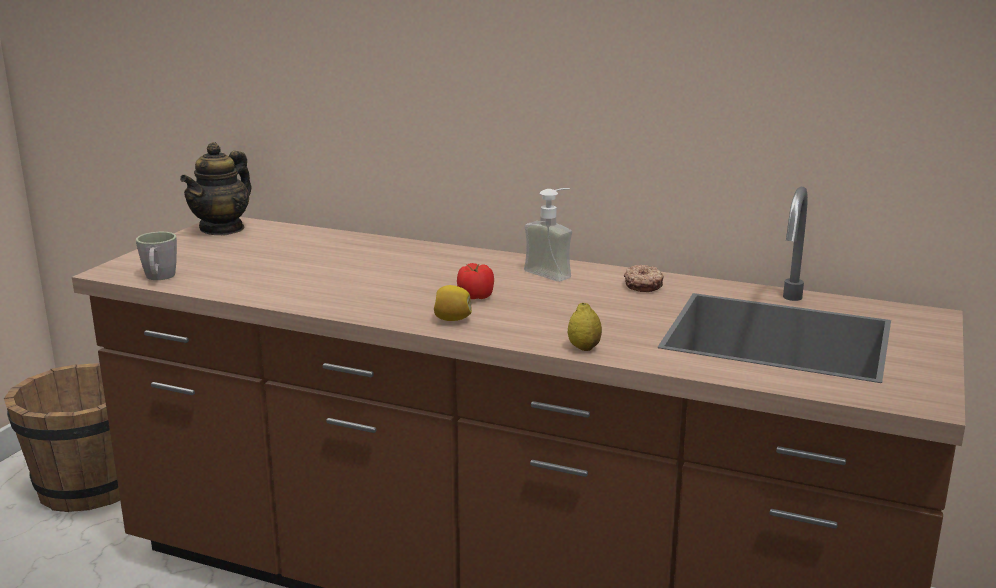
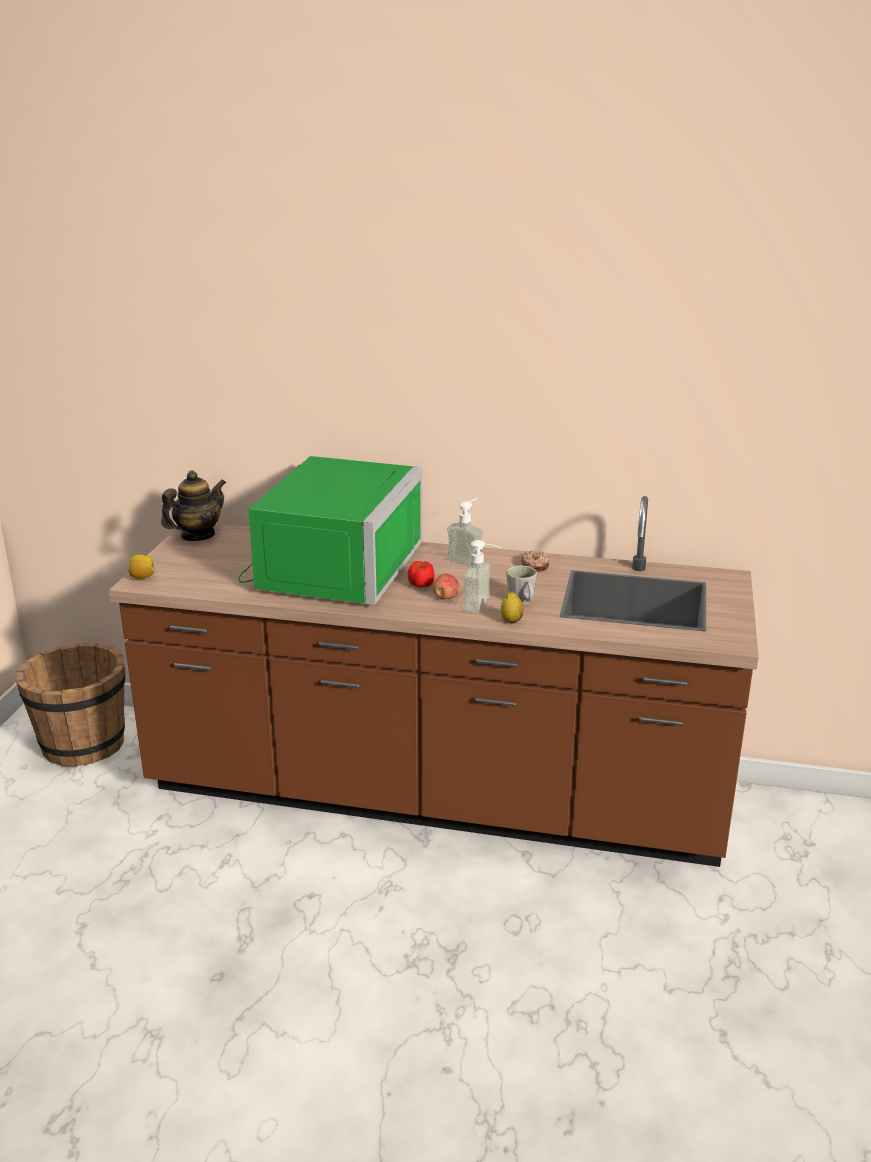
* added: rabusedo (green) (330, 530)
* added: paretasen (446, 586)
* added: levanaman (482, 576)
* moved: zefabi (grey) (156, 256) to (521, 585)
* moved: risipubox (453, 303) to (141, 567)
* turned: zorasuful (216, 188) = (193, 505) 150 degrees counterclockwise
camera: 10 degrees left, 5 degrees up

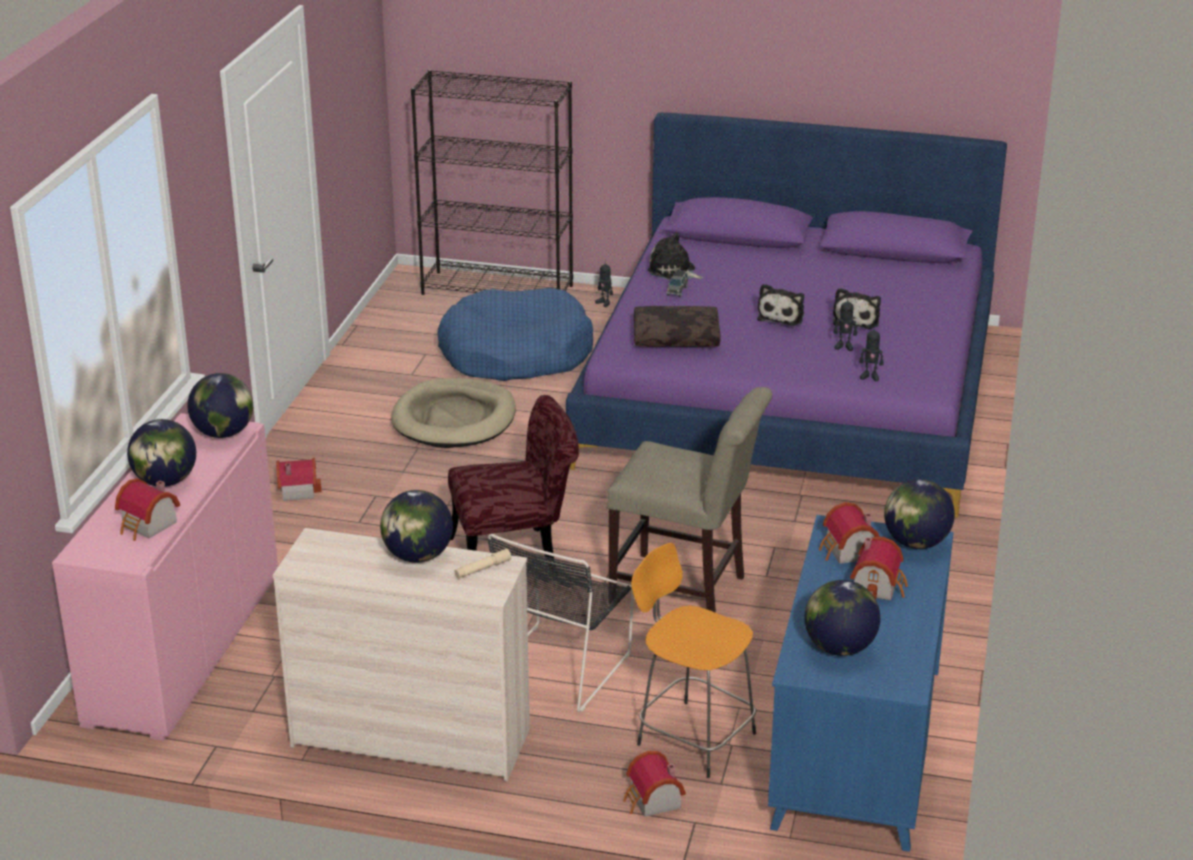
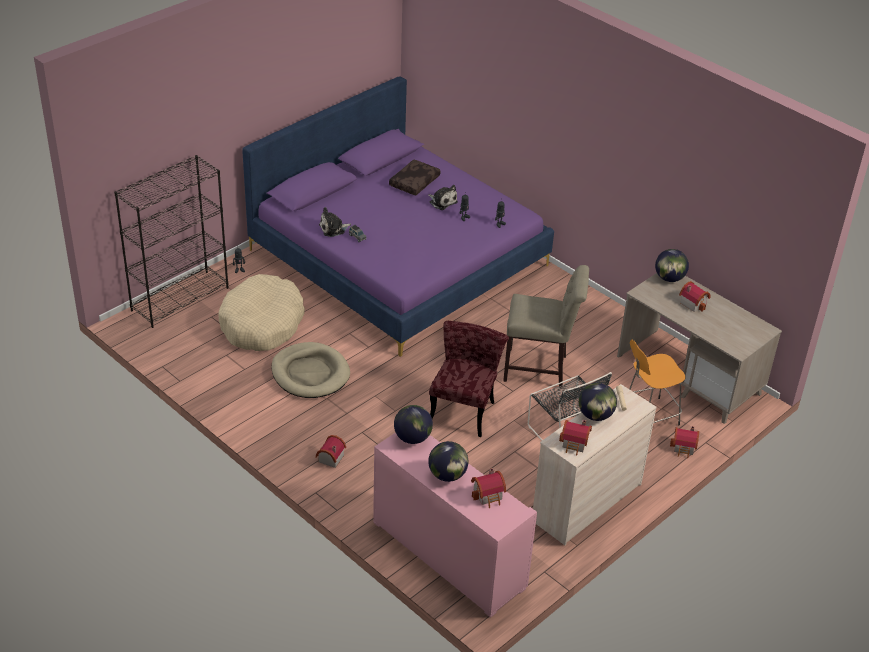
* removed: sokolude (780, 305)
* removed: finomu (842, 618)
* moved: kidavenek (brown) (677, 326) to (414, 178)
* moved: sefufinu (849, 533) to (575, 438)
* recoloured: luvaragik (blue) (515, 334) to luvaragik (beige) (261, 312)
* recoloured: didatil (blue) (861, 683) to didatil (beige) (699, 348)
* turned: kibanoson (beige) (690, 500) = (546, 326) 45 degrees clockwise
camera: 60 degrees left, 10 degrees up

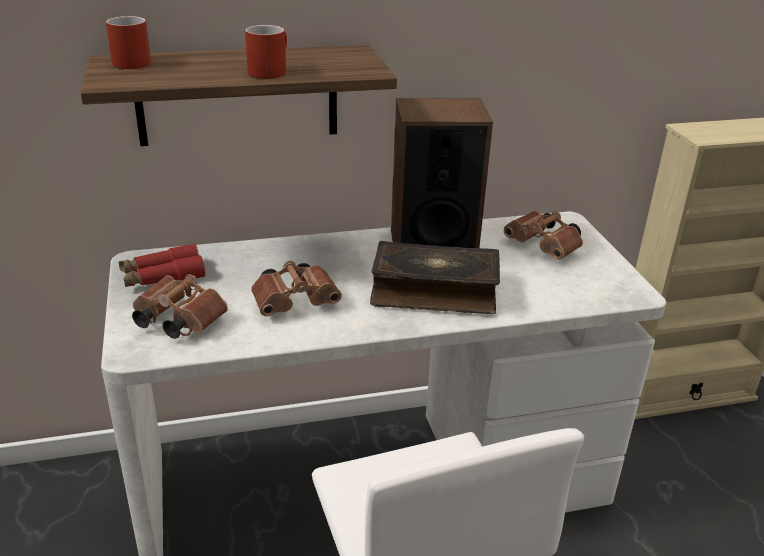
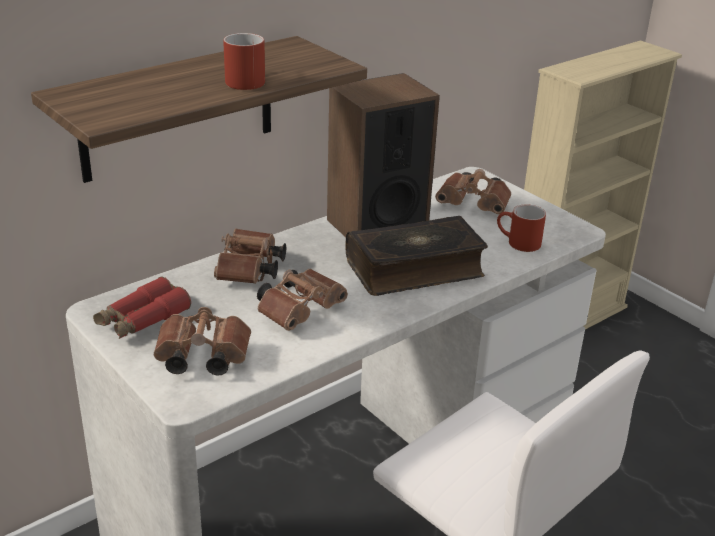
* added: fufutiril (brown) (250, 256)
* moved: zefabi (red) (128, 42) to (521, 228)
camera: 25 degrees left, 0 degrees up

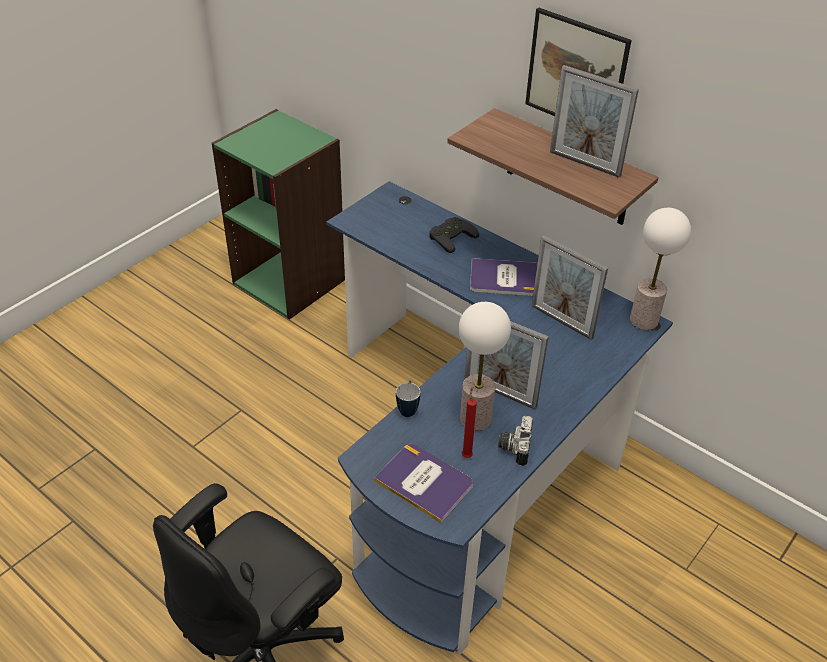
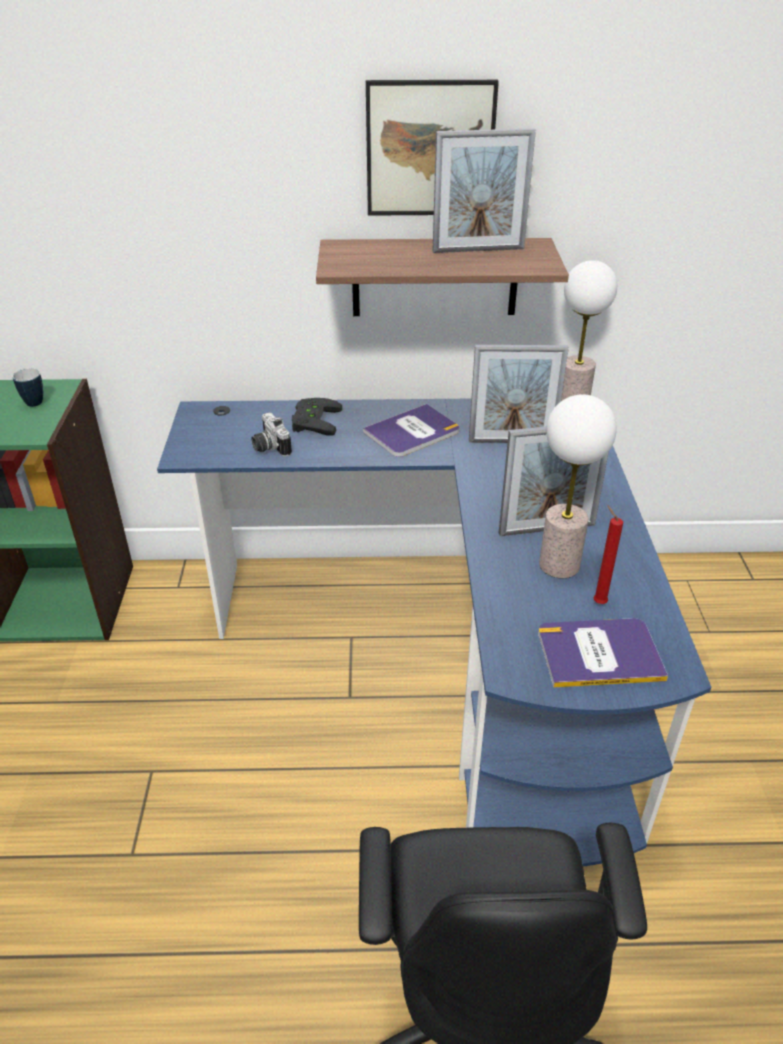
* moved: zefabi (408, 399) to (27, 387)
* moved: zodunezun (515, 441) to (271, 434)
camera: 40 degrees left, 5 degrees down

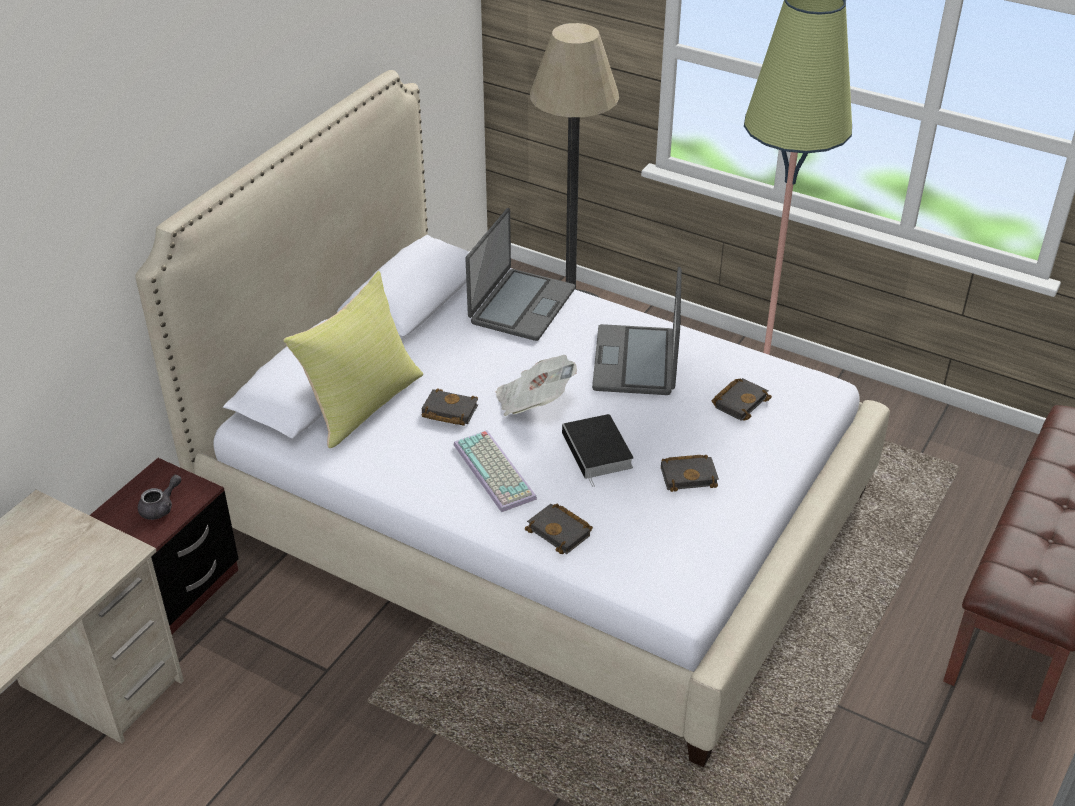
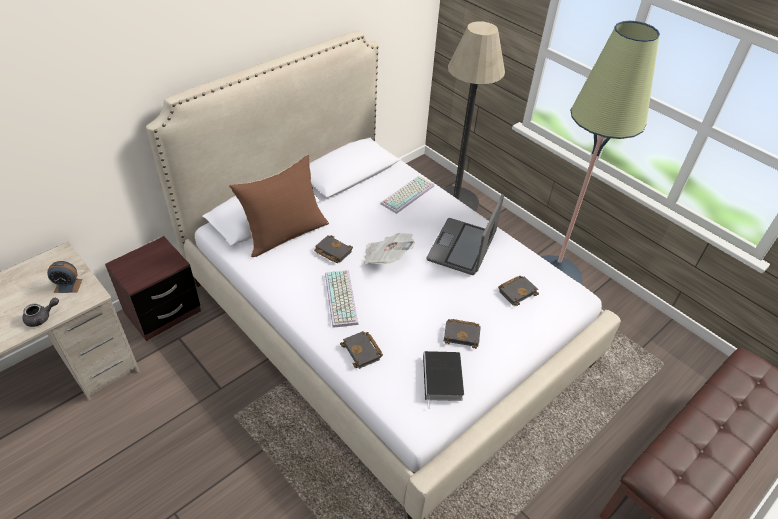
* added: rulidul (65, 277)
* moved: zorasuful (grey) (159, 497) to (40, 312)
* moved: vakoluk (597, 450) to (443, 380)
* replaced: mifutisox (520, 274) to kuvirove (407, 195)
* recoloured: kidavenek (yellow) (353, 359) to kidavenek (brown) (279, 206)
camera: 15 degrees right, 5 degrees up

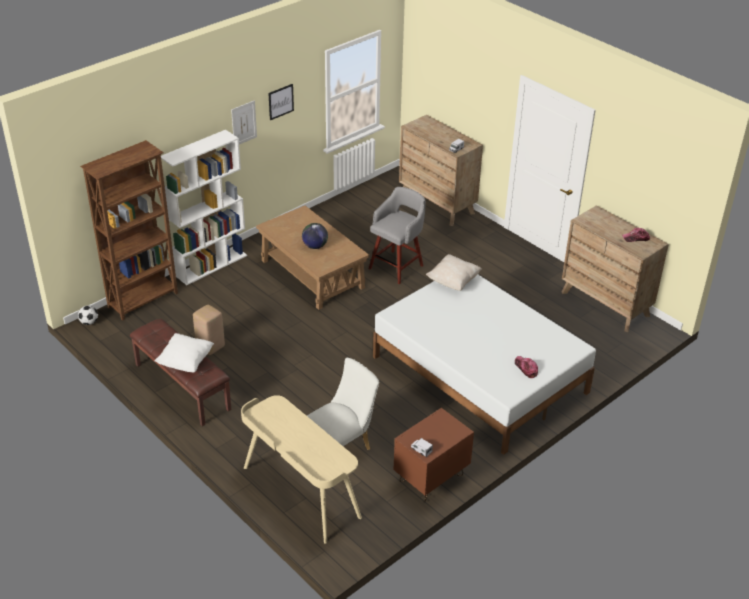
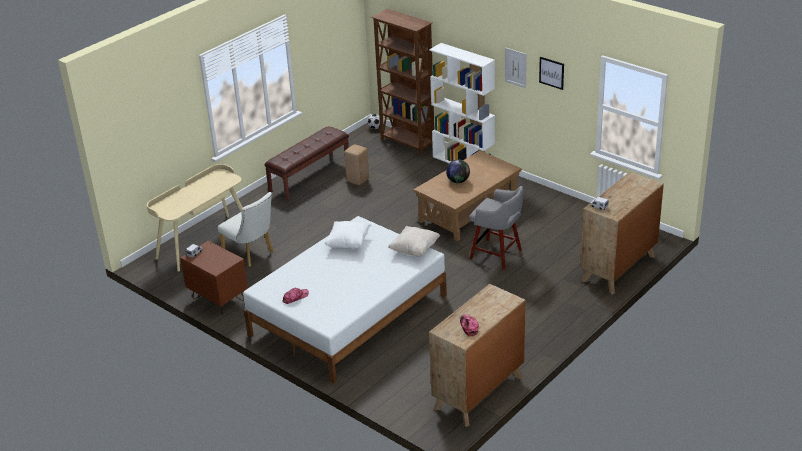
* moved: kidavenek (white) (184, 352) to (348, 235)
camera: 85 degrees right, 5 degrees down

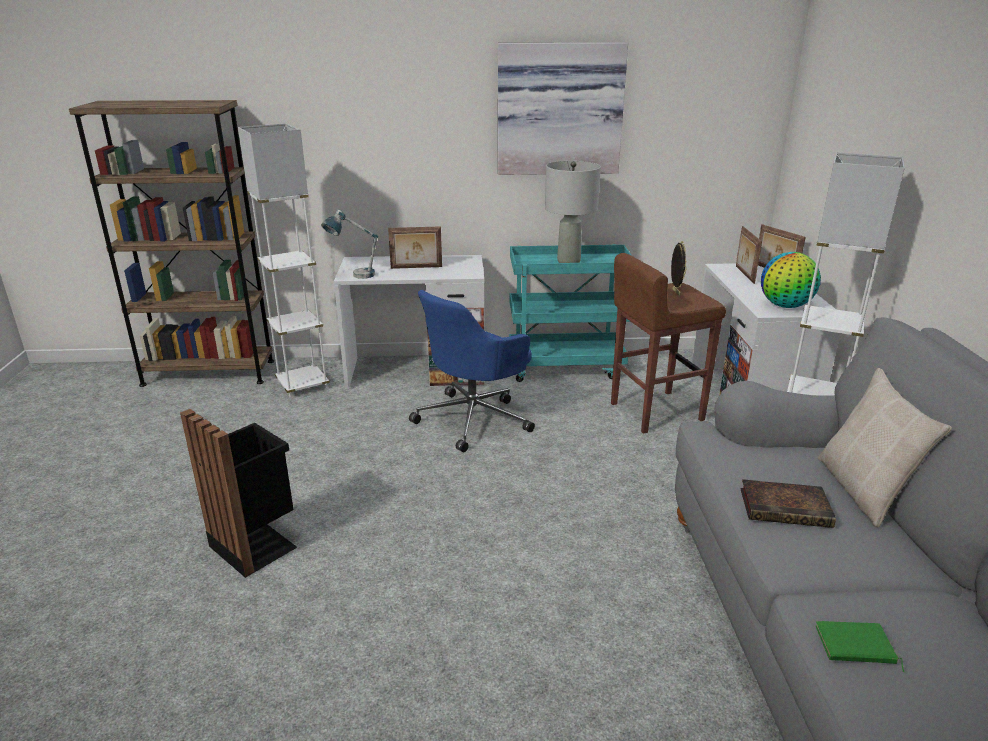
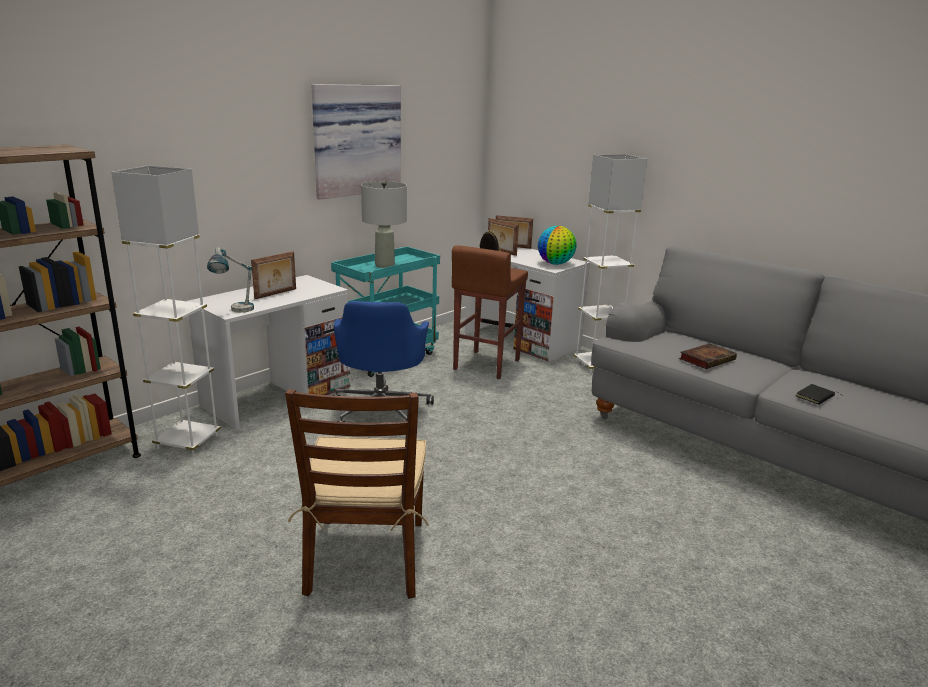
* removed: kidavenek (beige) (885, 448)
* replaced: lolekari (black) (238, 493) to kibanoson (brown) (357, 494)
* recoloured: vakoluk (green) (860, 646) to vakoluk (black) (818, 394)
camera: 45 degrees left, 5 degrees down

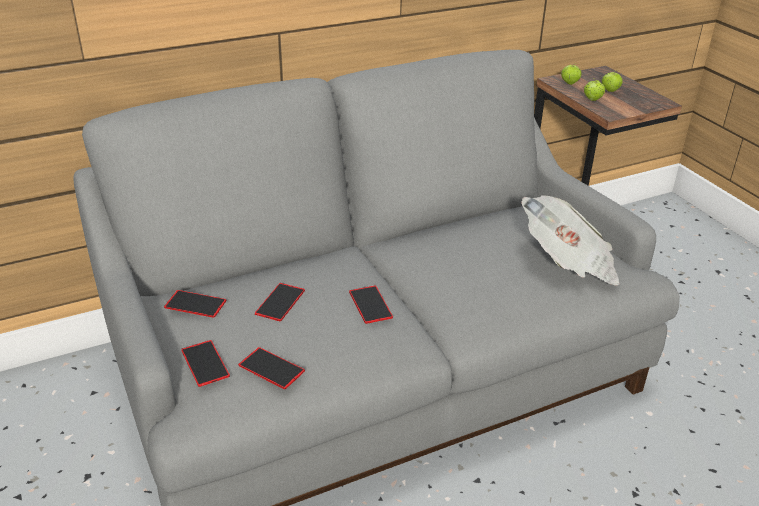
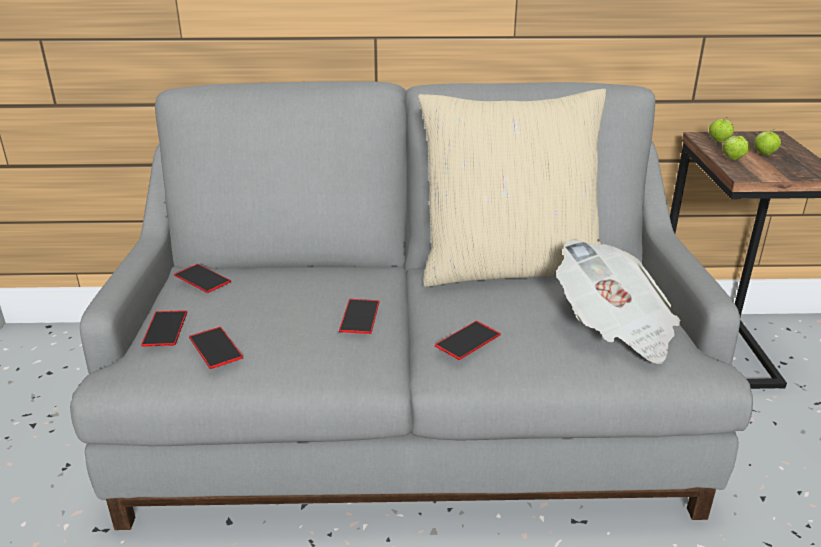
* added: kidavenek (beige) (512, 188)
* moved: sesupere (280, 302) to (468, 340)
camera: 25 degrees right, 5 degrees down

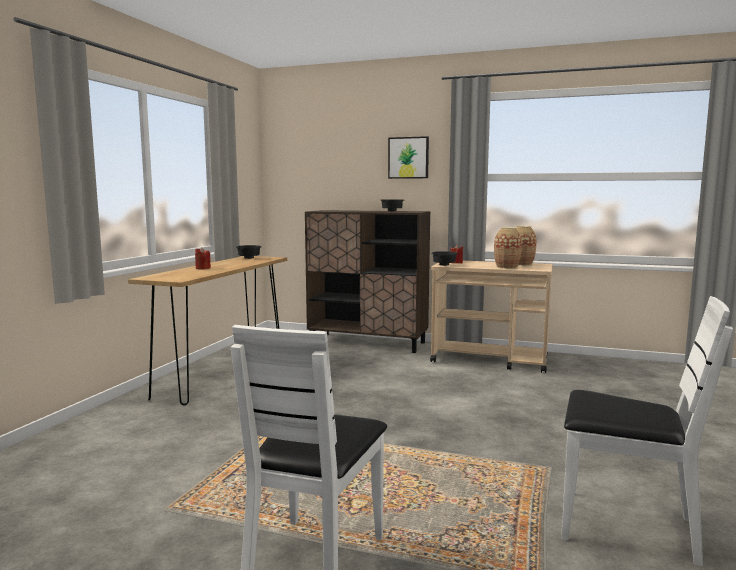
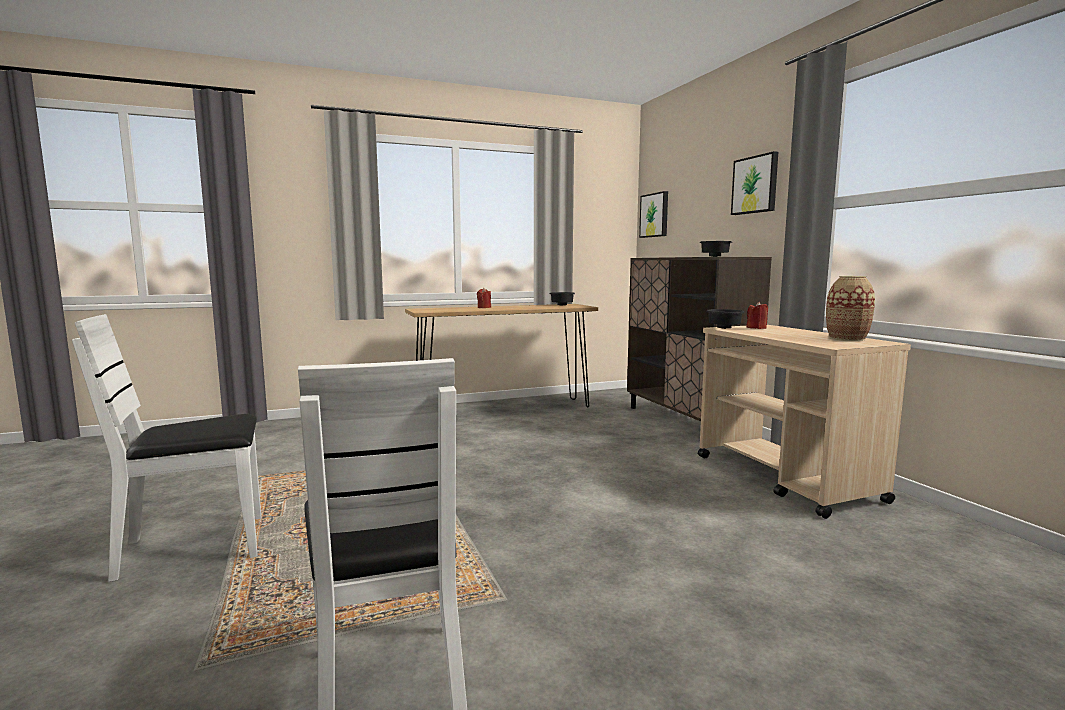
* removed: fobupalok (508, 248)
* added: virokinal (653, 214)
camera: 50 degrees right, 0 degrees up

